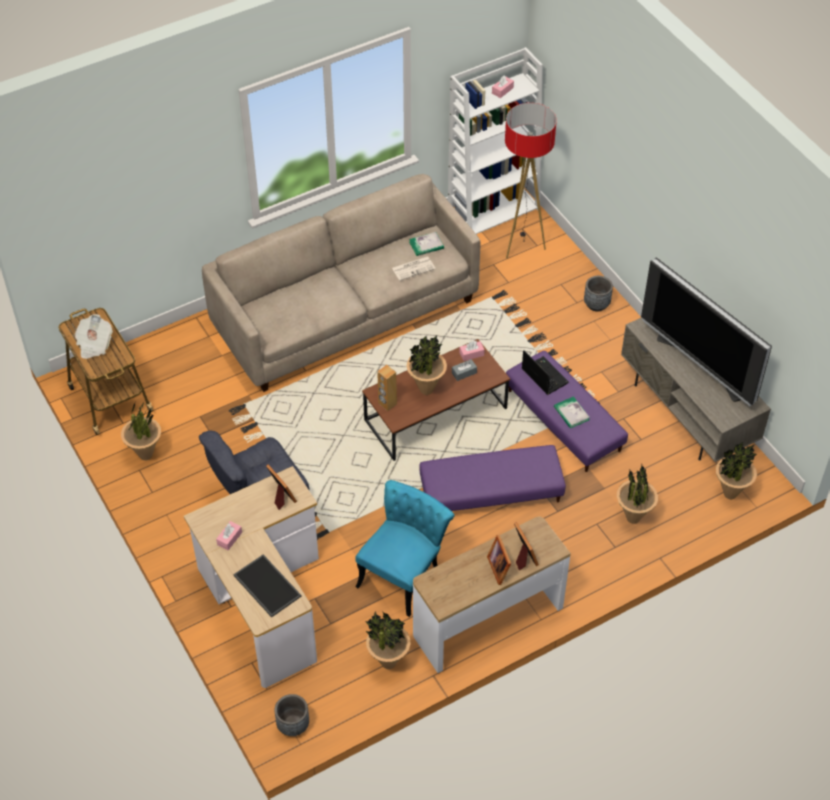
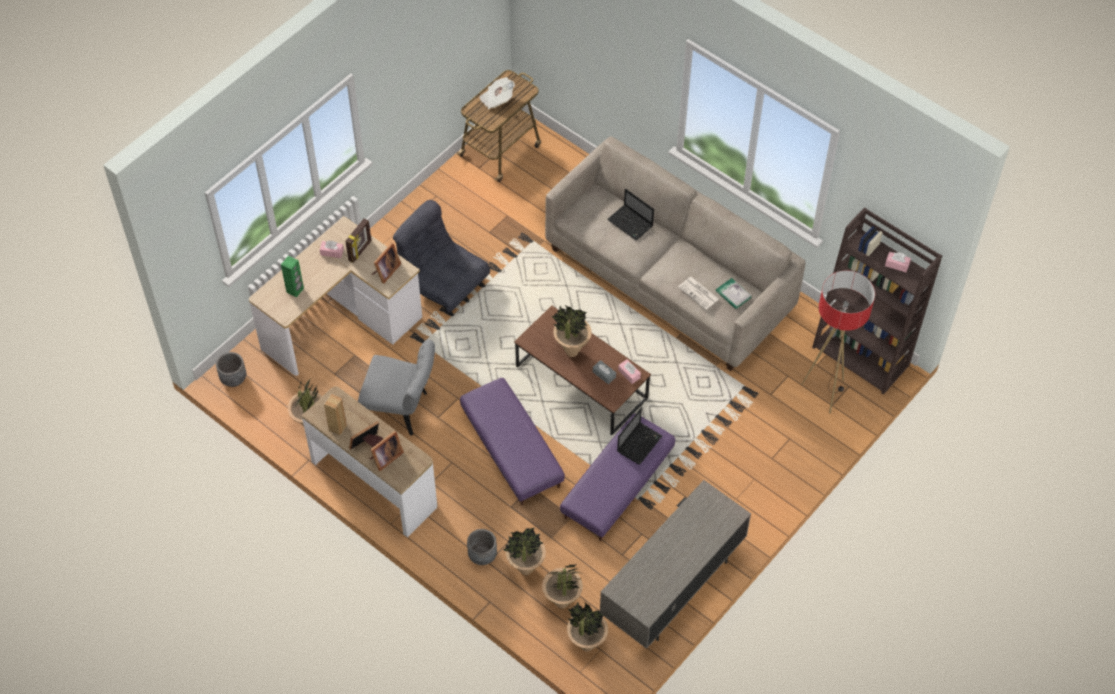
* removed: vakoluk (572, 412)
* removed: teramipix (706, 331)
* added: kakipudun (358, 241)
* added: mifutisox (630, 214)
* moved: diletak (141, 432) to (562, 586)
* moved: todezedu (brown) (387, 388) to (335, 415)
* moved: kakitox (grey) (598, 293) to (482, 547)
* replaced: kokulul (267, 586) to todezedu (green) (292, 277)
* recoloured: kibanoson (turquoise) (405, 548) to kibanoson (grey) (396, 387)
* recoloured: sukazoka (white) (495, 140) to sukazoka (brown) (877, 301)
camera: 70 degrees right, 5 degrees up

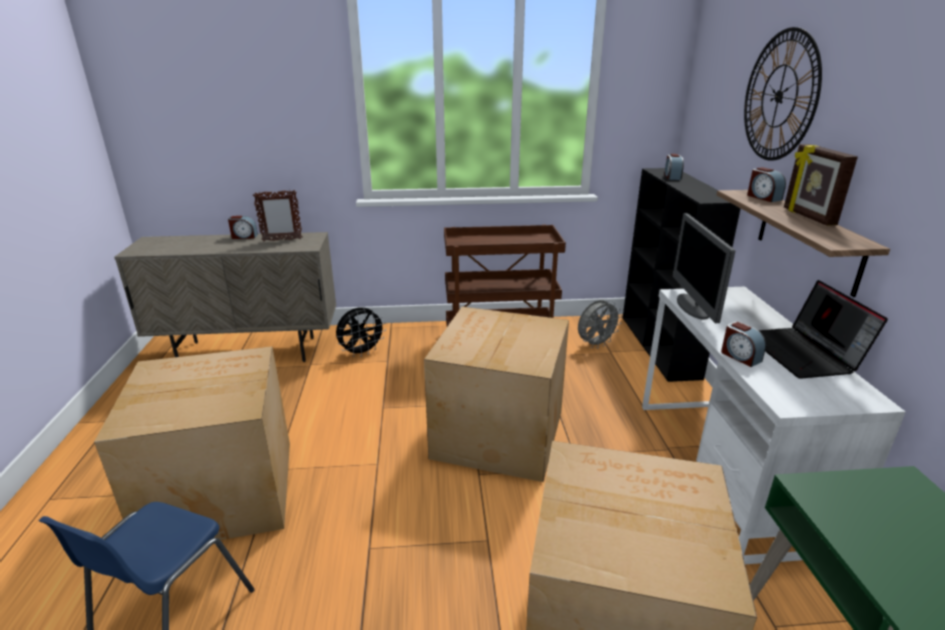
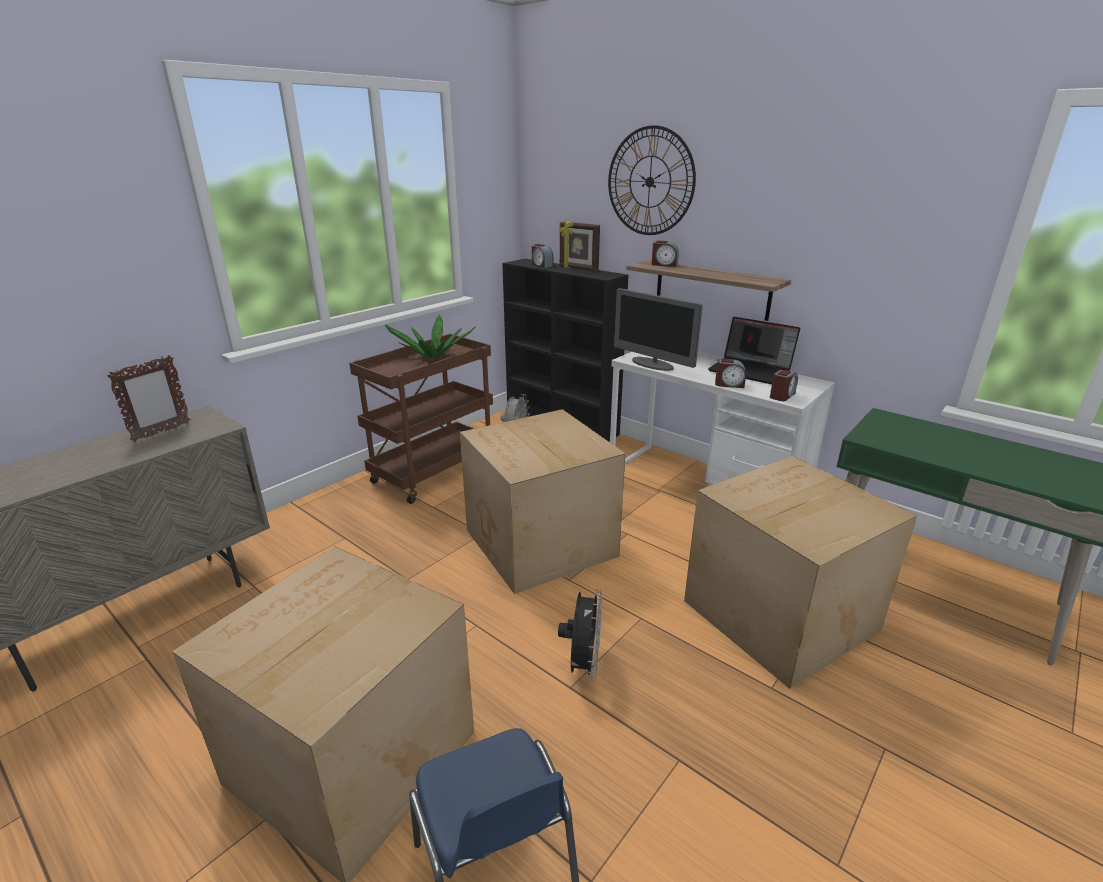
* added: diletak (430, 336)
* moved: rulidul (243, 227) to (784, 385)
* moved: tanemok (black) (361, 332) to (580, 634)
* moved: kakipudun (821, 185) to (579, 246)
camera: 45 degrees left, 0 degrees up

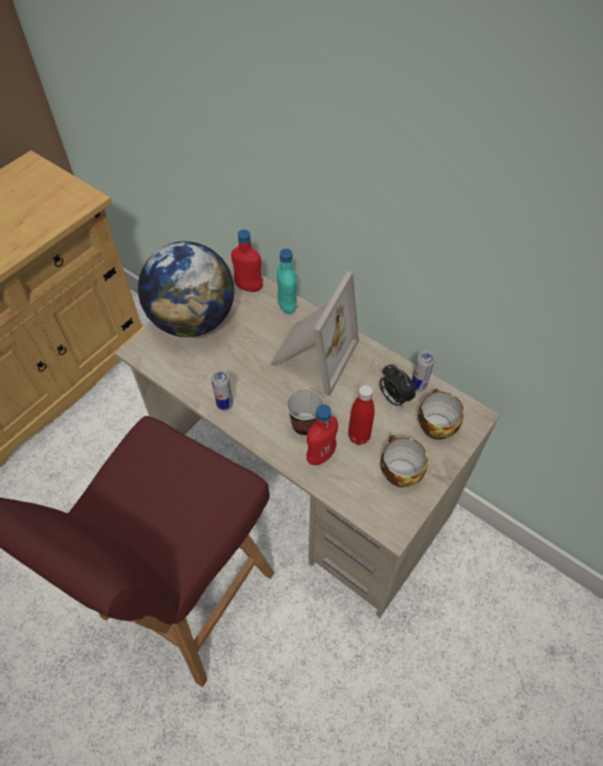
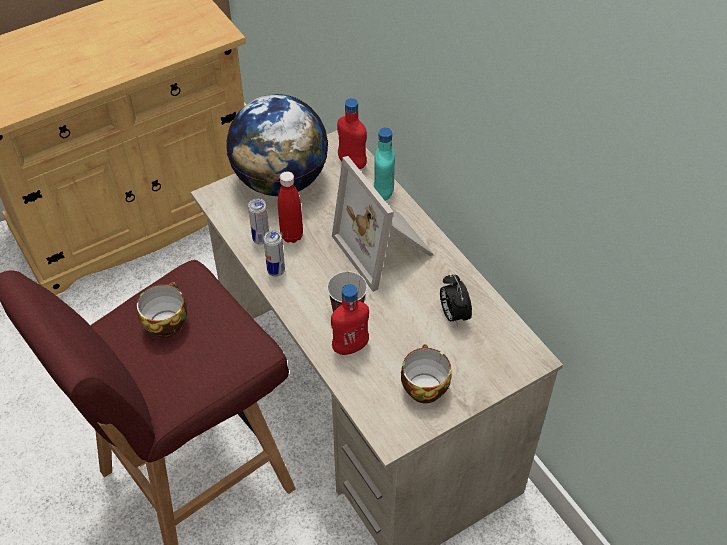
* moved: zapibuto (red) (361, 415) to (290, 207)
* moved: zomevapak (423, 371) to (258, 221)
* moved: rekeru (441, 414) to (162, 310)
* turned: kakipudun (314, 333) = (383, 224) 105 degrees clockwise
camera: 20 degrees right, 5 degrees down

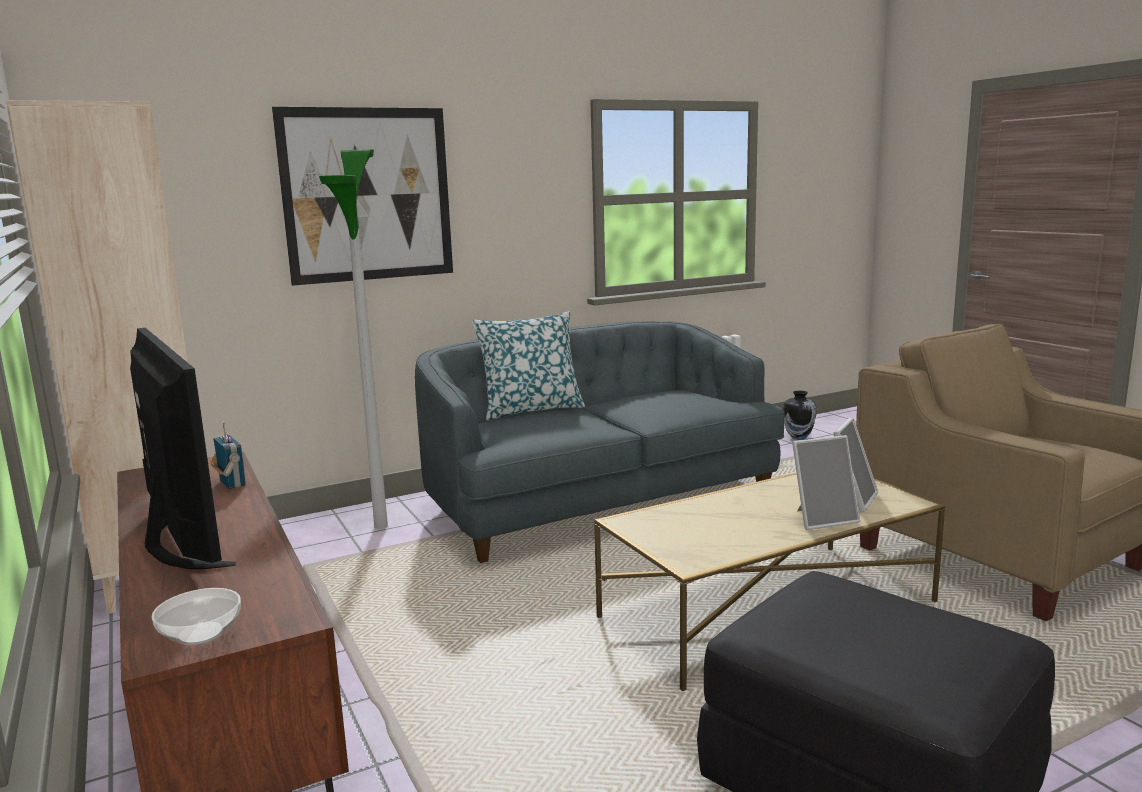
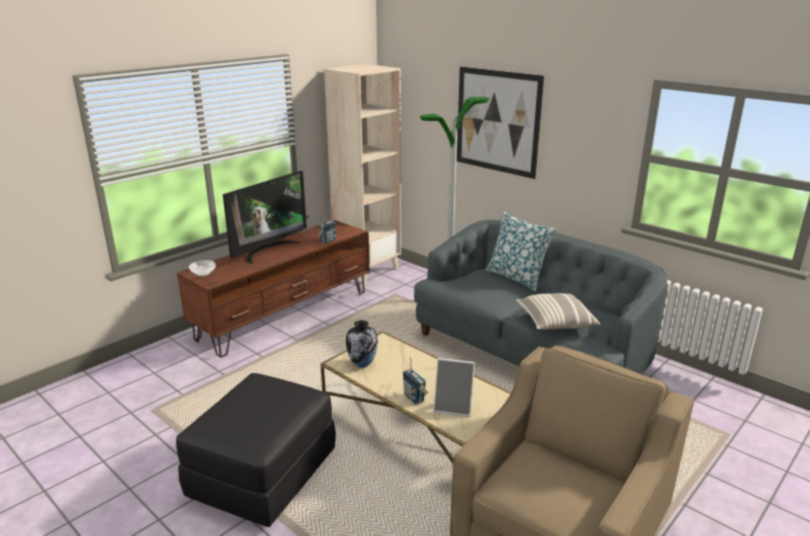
* added: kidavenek (558, 311)
* moved: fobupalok (799, 415) to (362, 344)
* replaced: kakipudun (826, 482) to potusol (415, 380)
camera: 70 degrees right, 10 degrees up

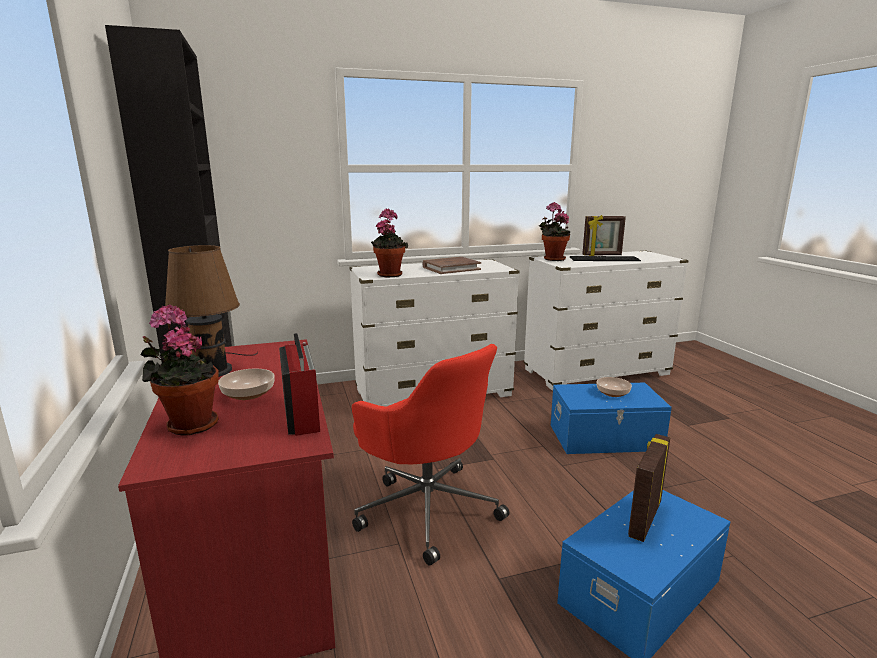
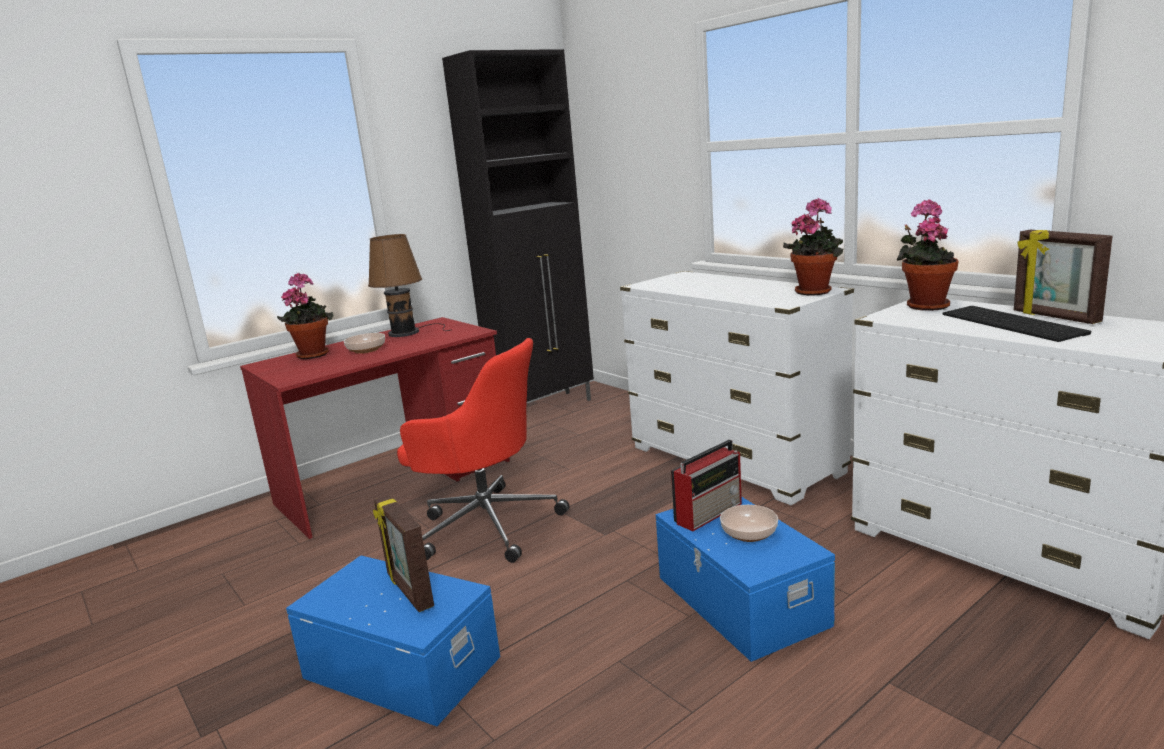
* removed: vakoluk (brown) (451, 265)
* moved: potusol (299, 384) to (706, 485)
* moved: diletak (389, 242) to (813, 247)
* turned: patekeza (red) (430, 455) = (483, 450) 90 degrees counterclockwise
* turned: kakipudun (649, 488) = (403, 553) 135 degrees counterclockwise
camera: 70 degrees right, 0 degrees up

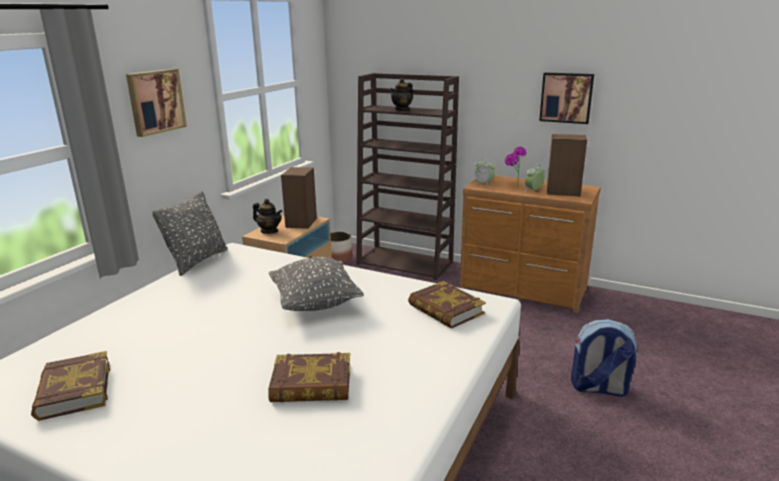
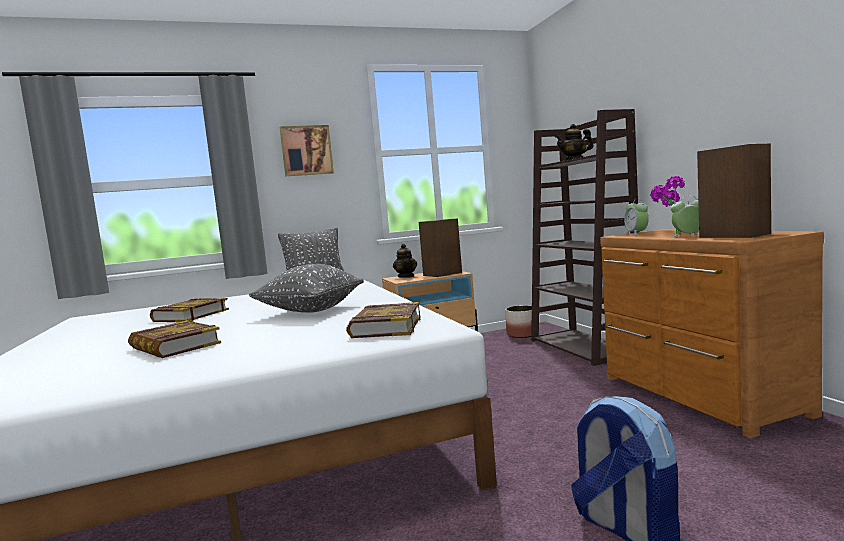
* removed: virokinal (566, 98)
* moved: vakoluk (70, 386) to (189, 310)
camera: 45 degrees right, 15 degrees down

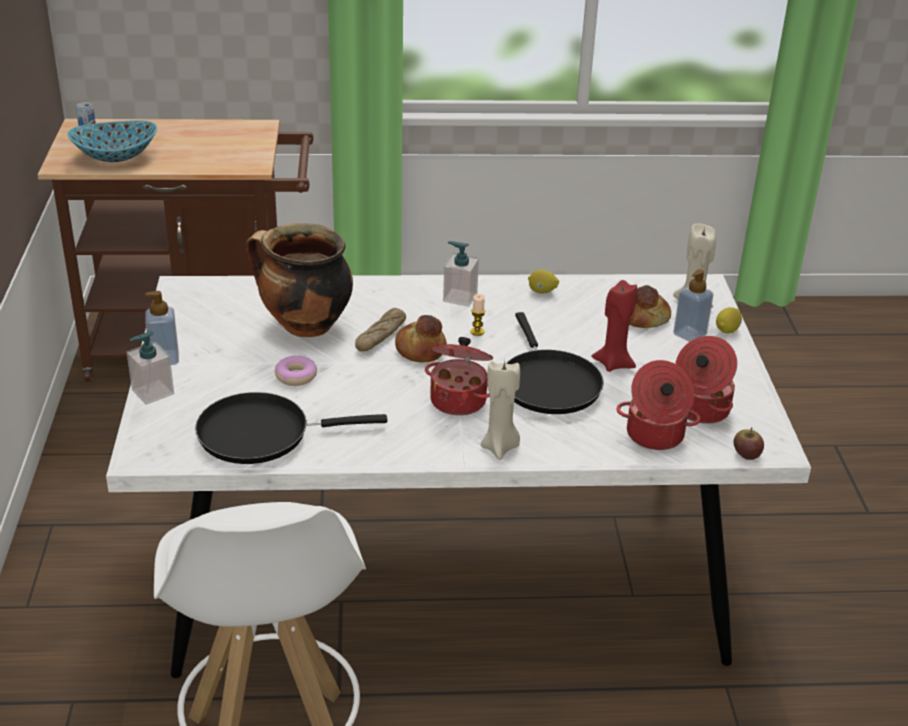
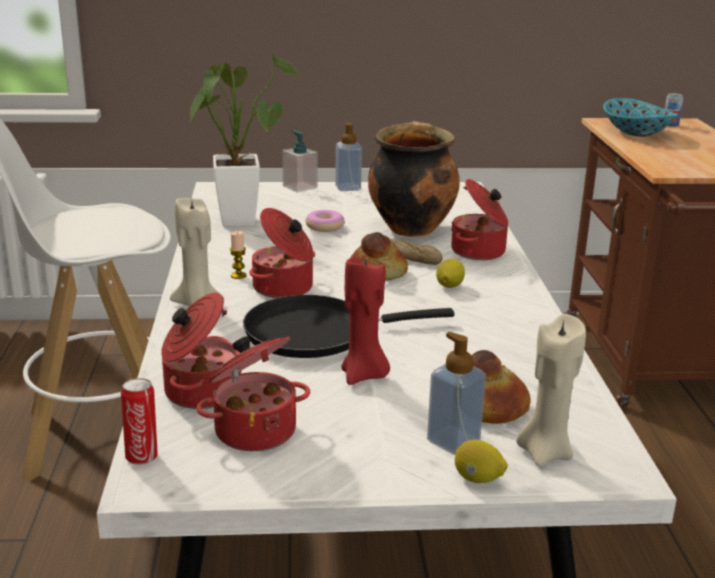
* removed: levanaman (461, 274)
* added: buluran (479, 219)
* moved: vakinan (478, 315) to (238, 255)
* moved: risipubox (543, 282) to (450, 273)
* replaced: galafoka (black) (291, 428) to diletak (244, 140)
* replaced: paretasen (749, 443) to zomevapak (139, 421)
camera: 90 degrees right, 10 degrees down

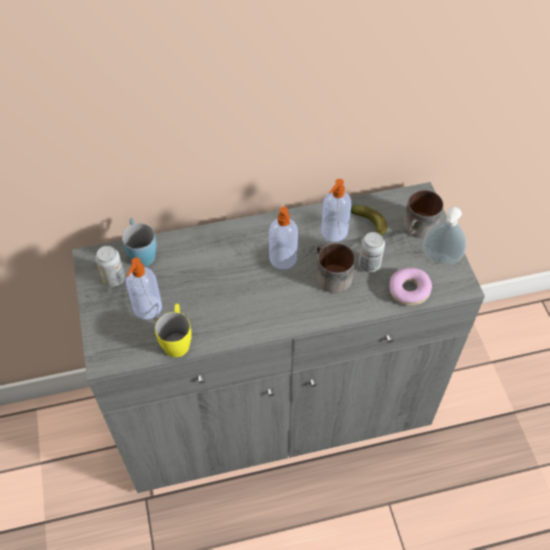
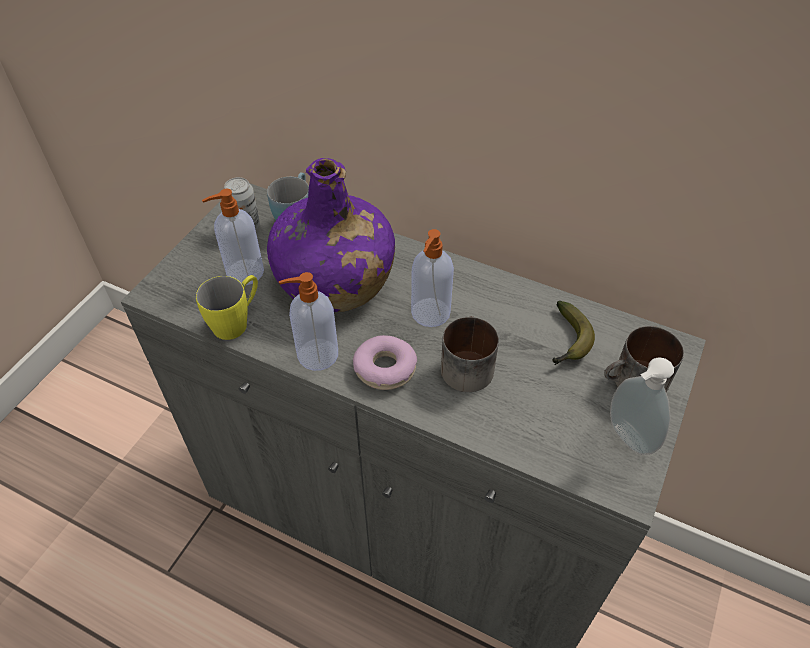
* removed: zomevapak (371, 252)
* added: zapibuto (purple) (331, 235)
* moved: levanaman (336, 210) to (308, 321)
* moved: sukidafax (411, 286) to (385, 362)
camera: 40 degrees right, 5 degrees down

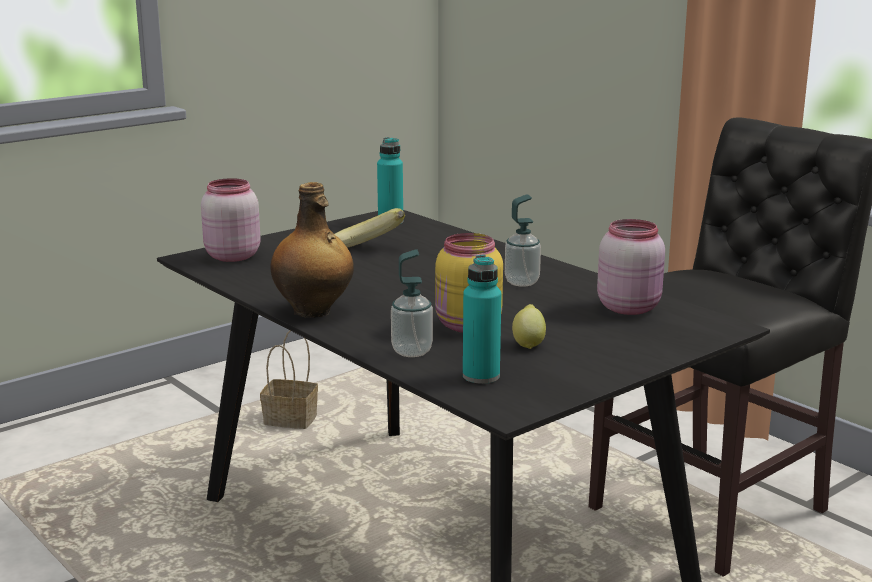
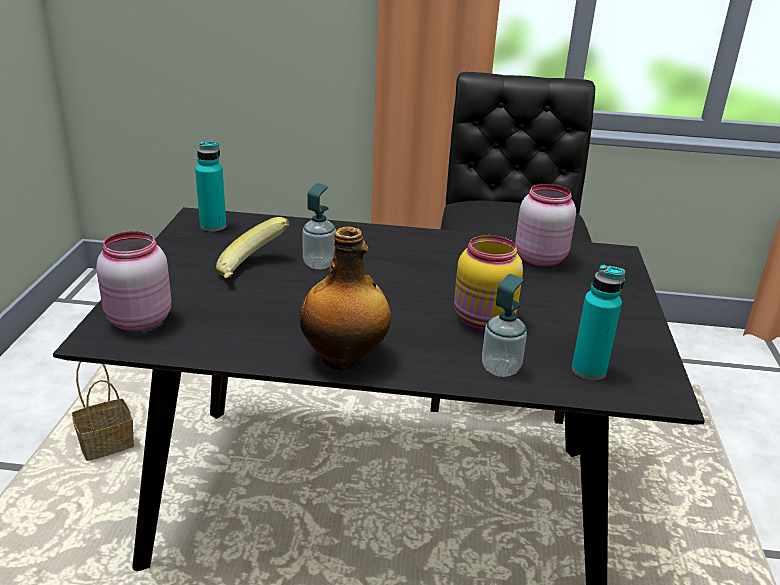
* removed: risipubox (529, 326)
* moved: levanaman (523, 240) to (319, 226)
camera: 45 degrees left, 10 degrees up

